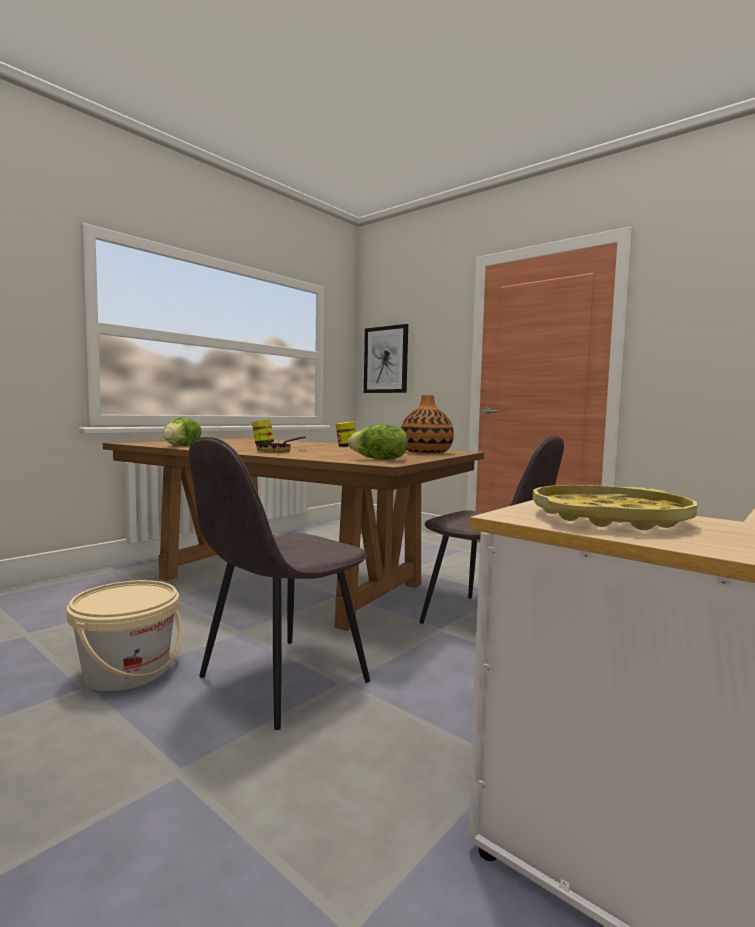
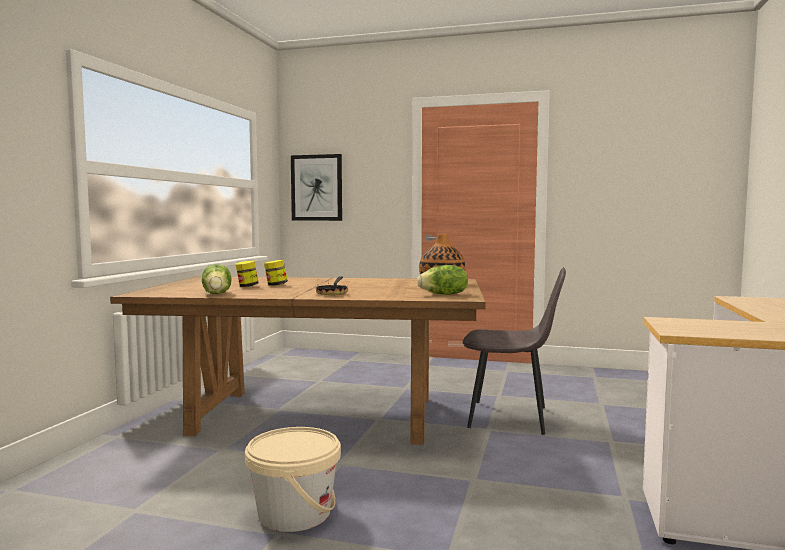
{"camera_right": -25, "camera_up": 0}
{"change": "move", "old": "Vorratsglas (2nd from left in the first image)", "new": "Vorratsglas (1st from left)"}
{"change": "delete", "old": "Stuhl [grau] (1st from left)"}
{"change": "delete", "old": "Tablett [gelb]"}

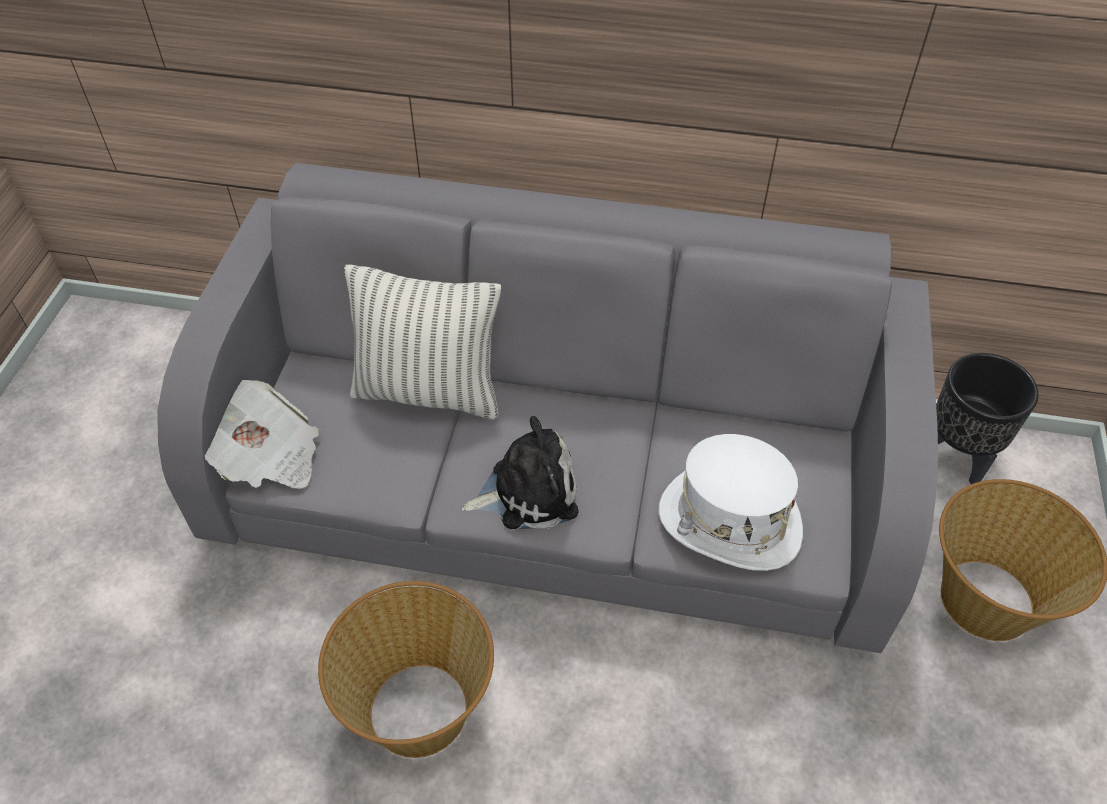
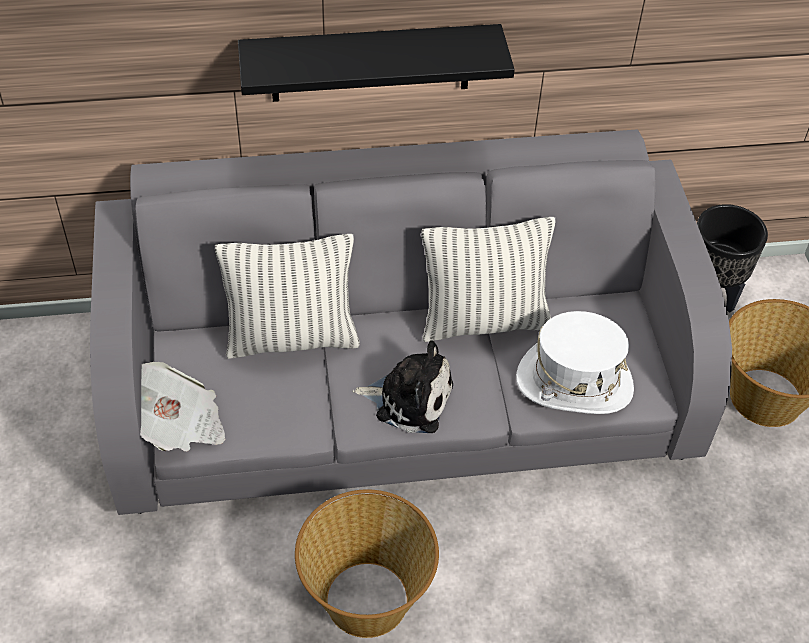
{"camera_right": -20, "camera_up": 0}
{"change": "rotate", "old": "Plüschtier", "degrees": 45}
{"change": "insert", "new": "Wandregal [schwarz]"}
{"change": "insert", "new": "Kissen (2nd from left)"}

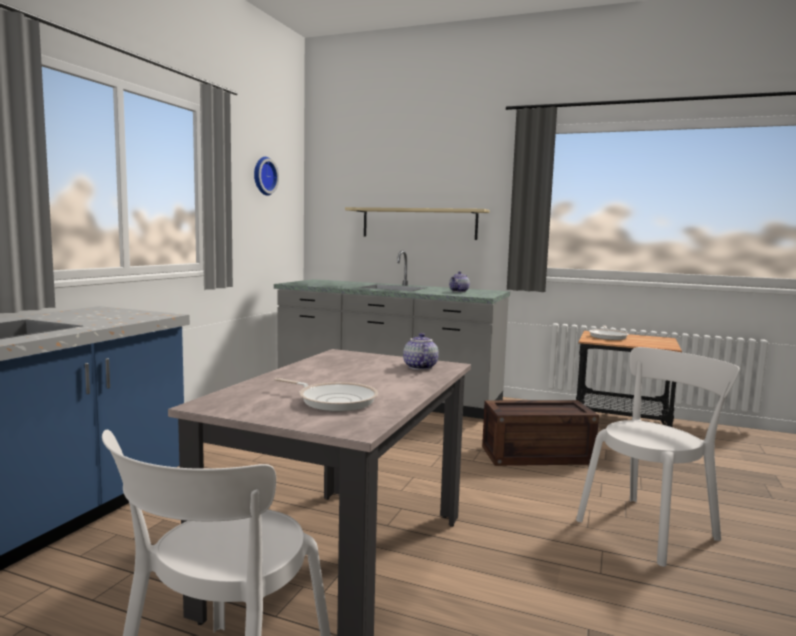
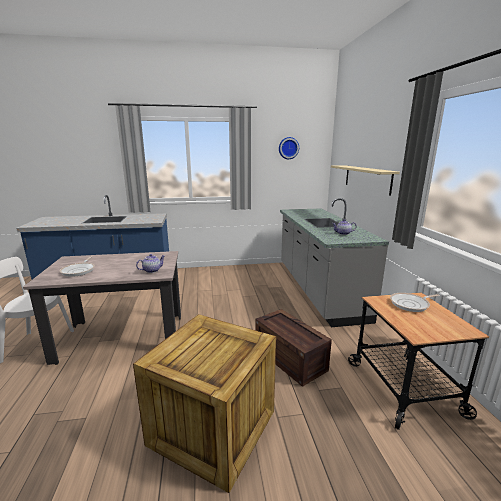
{"camera_right": 60, "camera_up": 10}
{"change": "replace", "old": "Stuhl [weiß] (2nd from left)", "new": "Kiste (1st from left)"}

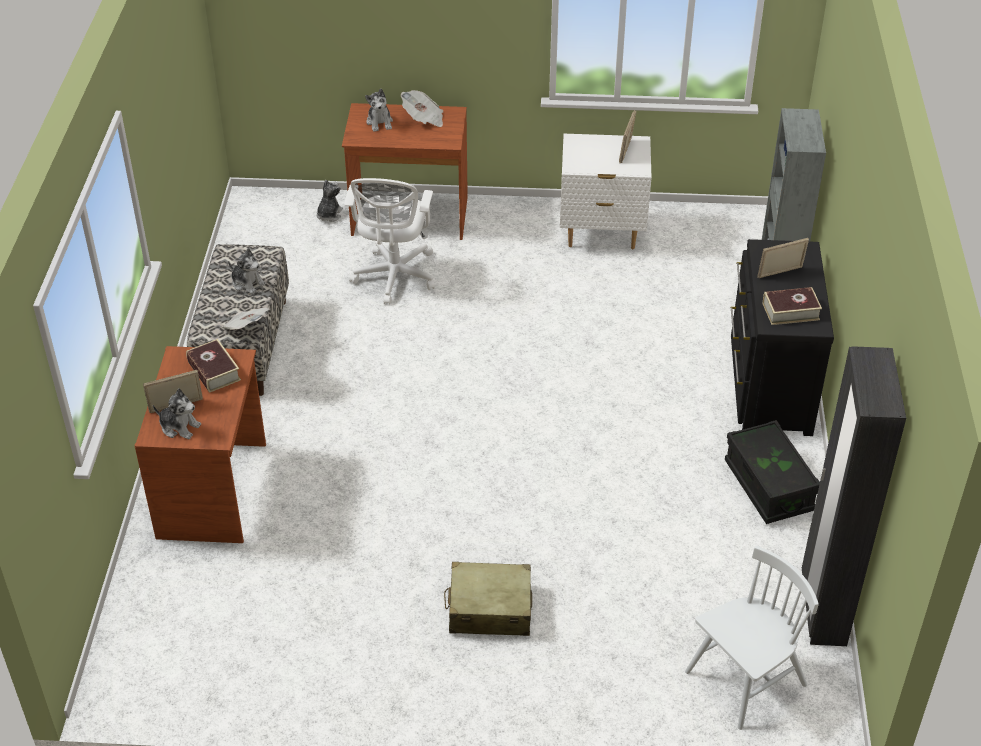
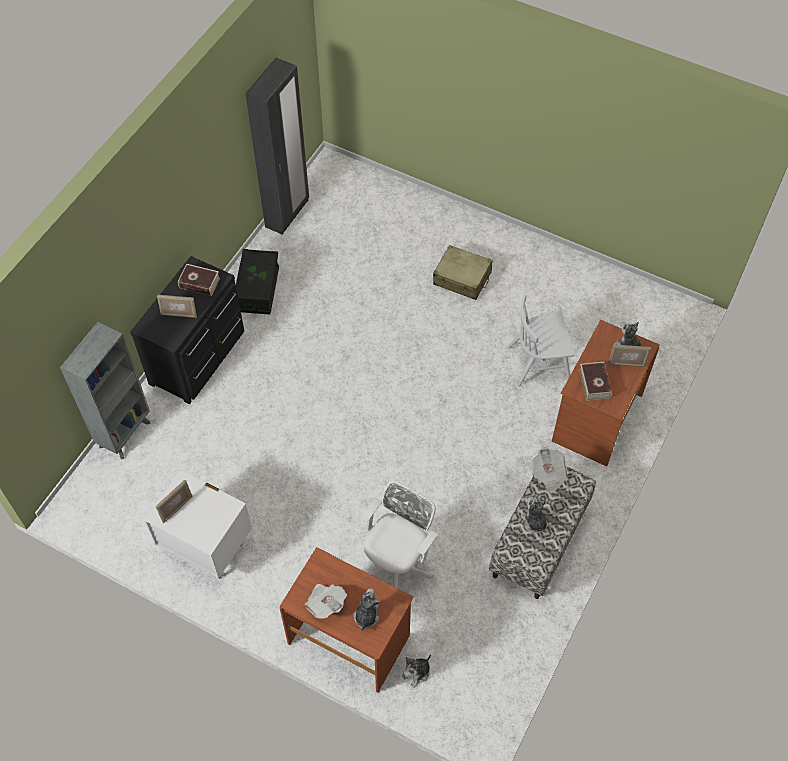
{"camera_right": -155, "camera_up": 15}
{"change": "move", "old": "Stuhl [weiß]"}

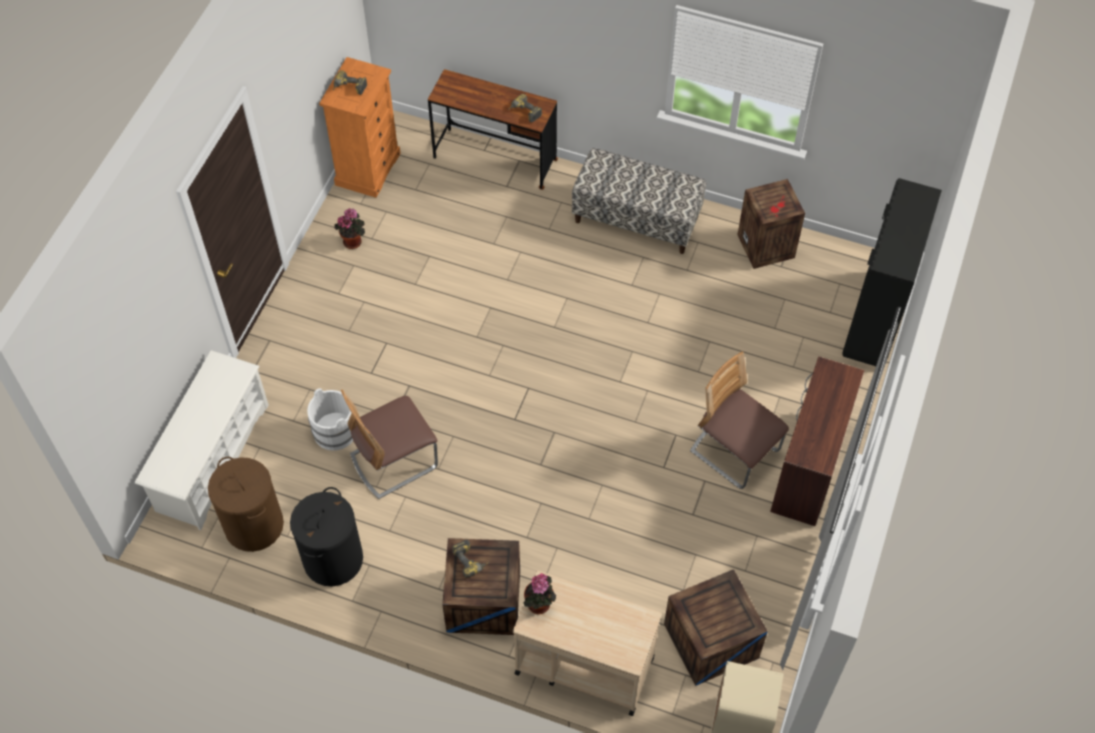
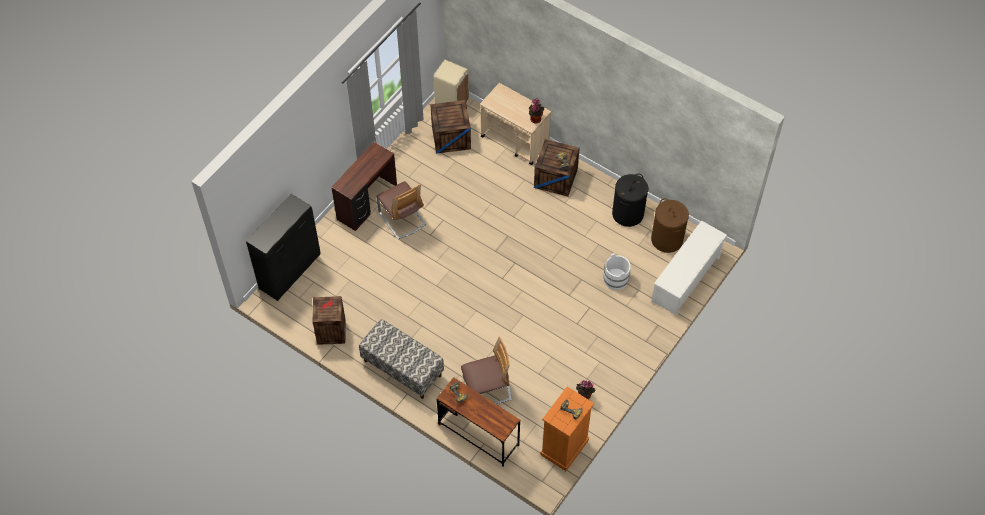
{"camera_right": -165, "camera_up": 0}
{"change": "move", "old": "Stuhl (1st from left in the first image)", "new": "Stuhl (2nd from left)"}

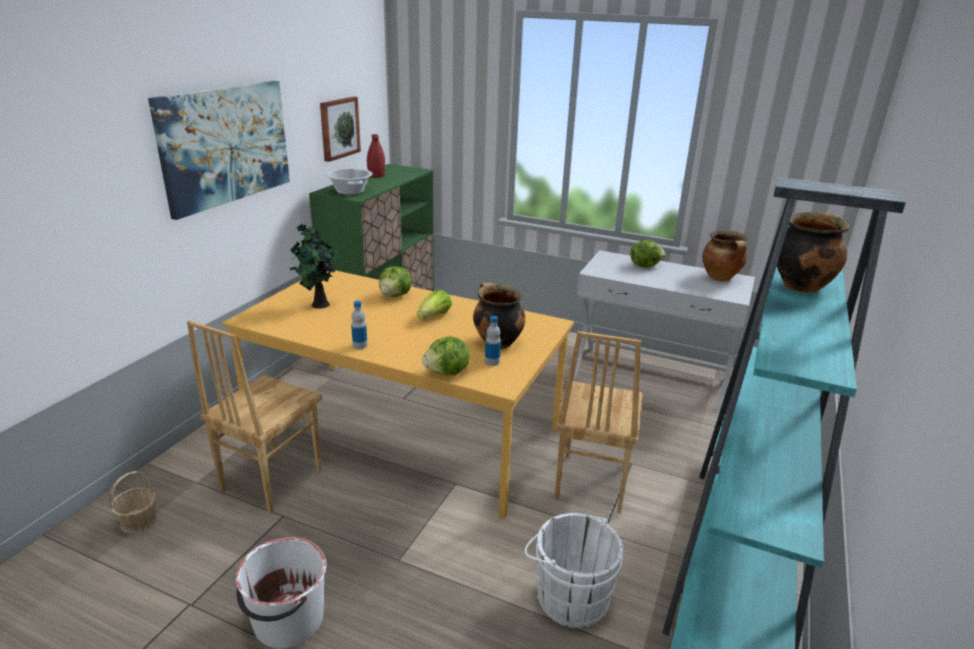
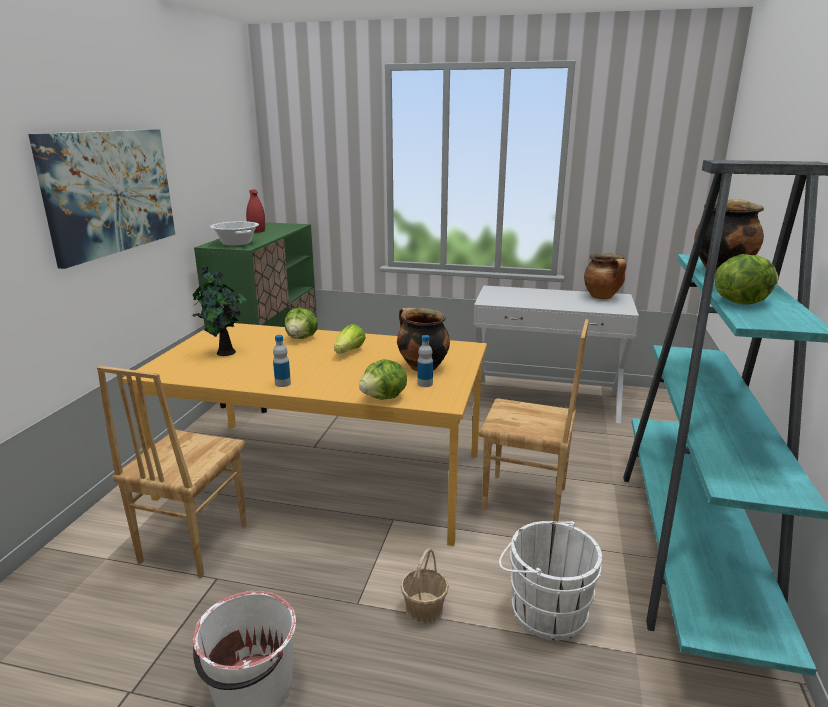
{"camera_right": -10, "camera_up": -5}
{"change": "delete", "old": "Bild (2nd from left)"}
{"change": "move", "old": "Salatkopf (4th from left)"}
{"change": "rotate", "old": "Stuhl [braun] (2nd from left)", "degrees": -75}
{"change": "move", "old": "Korb"}

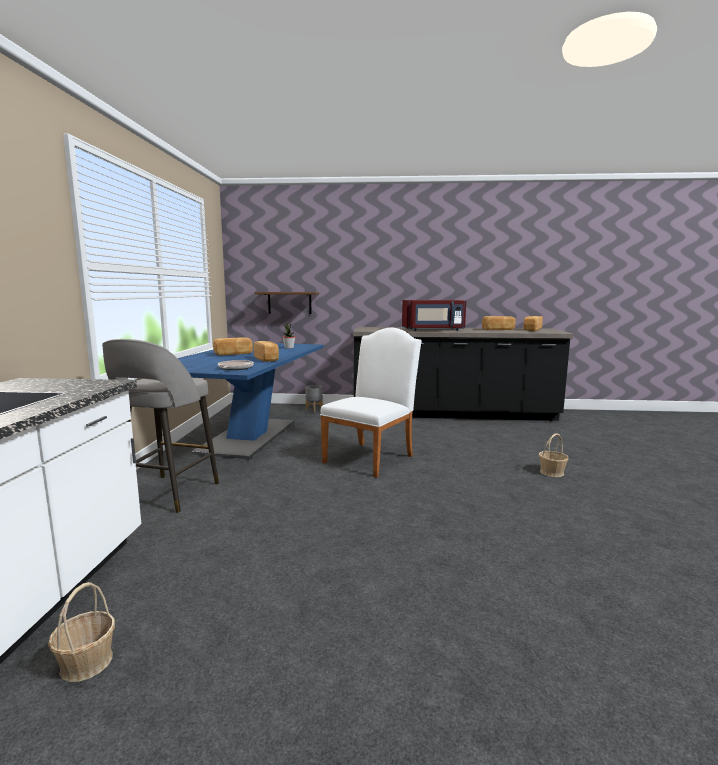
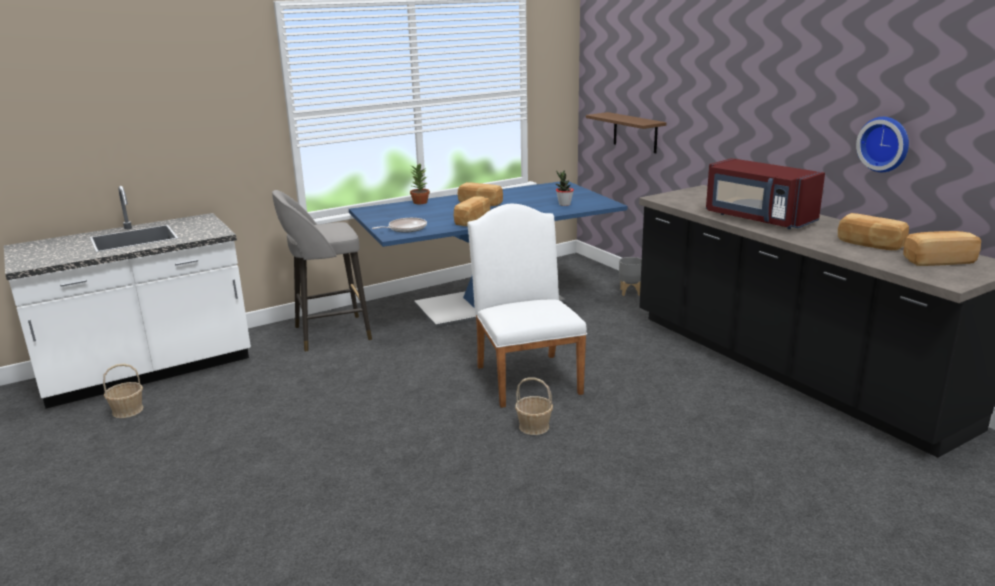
{"camera_right": 55, "camera_up": 10}
{"change": "rotate", "old": "Stuhl [weiß]", "degrees": -105}
{"change": "move", "old": "Korb (2nd from left)"}
{"change": "insert", "new": "Wanduhr"}
{"change": "insert", "new": "Topfpflanze (1st from left)"}

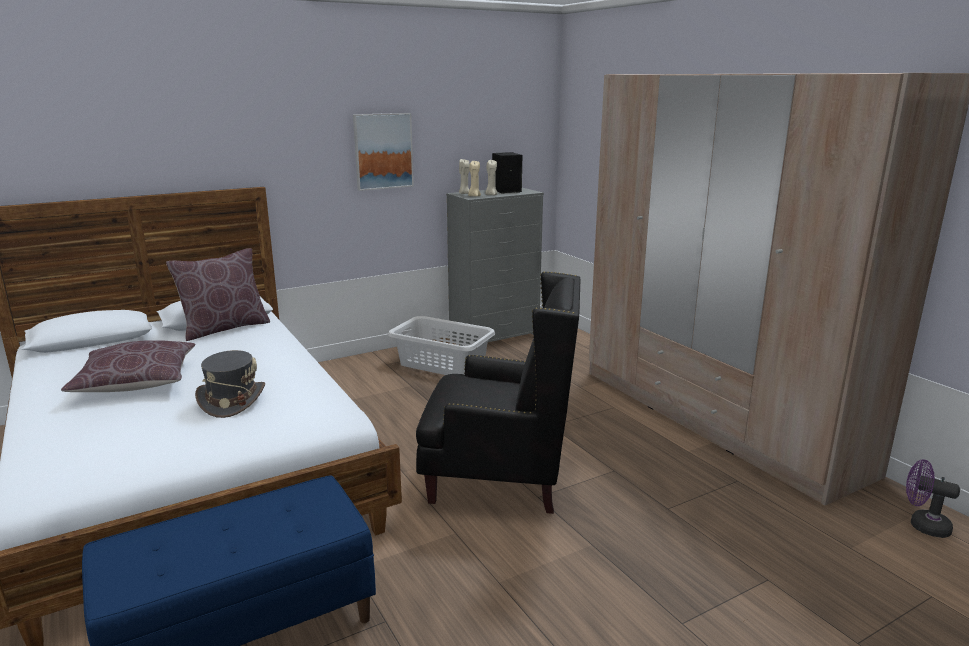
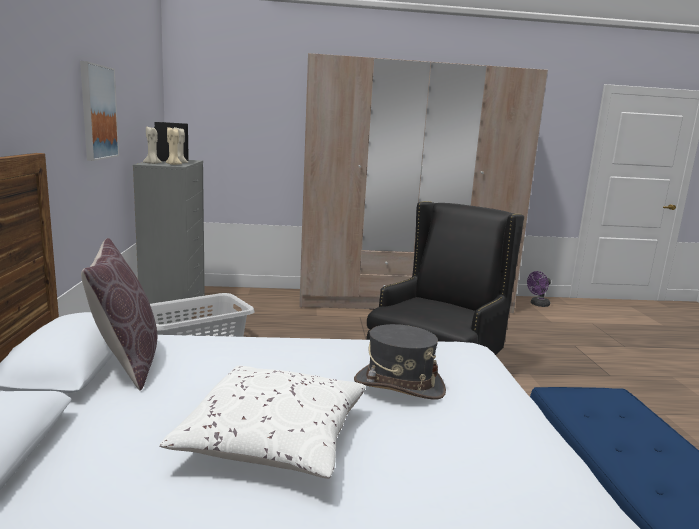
{"camera_right": -65, "camera_up": -5}
{"change": "recolor", "old": "Kissen [braun] (1st from left)", "new": "Kissen [weiß]"}

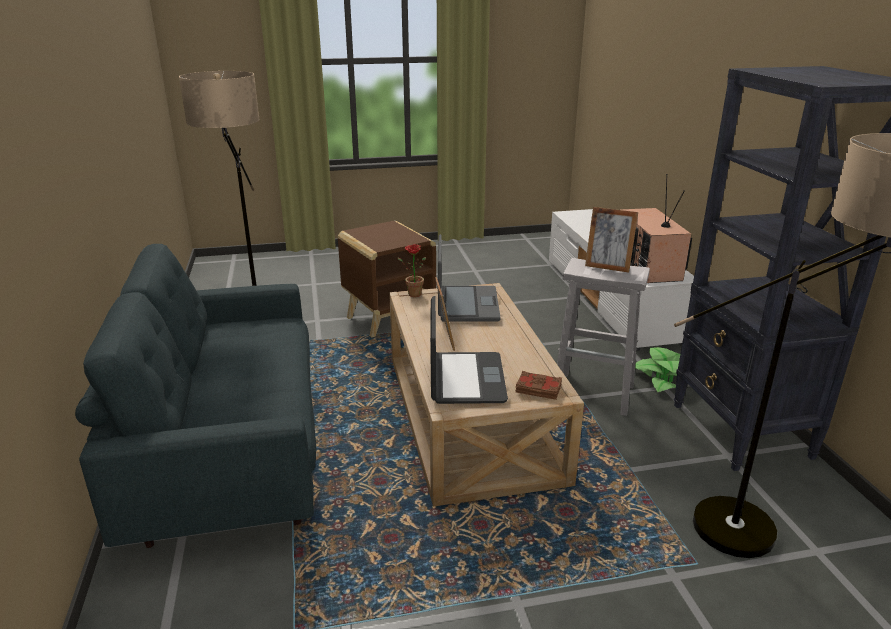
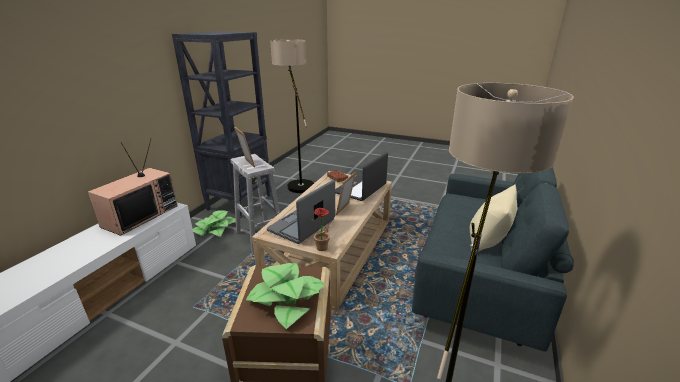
{"camera_right": -145, "camera_up": 0}
{"change": "insert", "new": "Kissen [beige]"}
{"change": "insert", "new": "Topfpflanze (2nd from left)"}

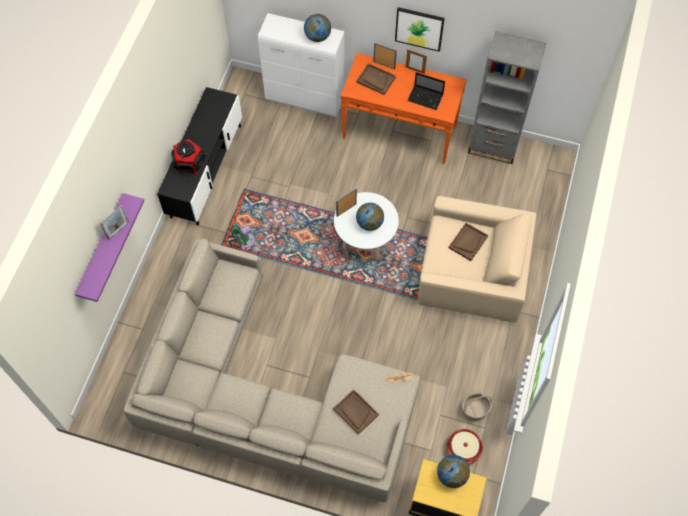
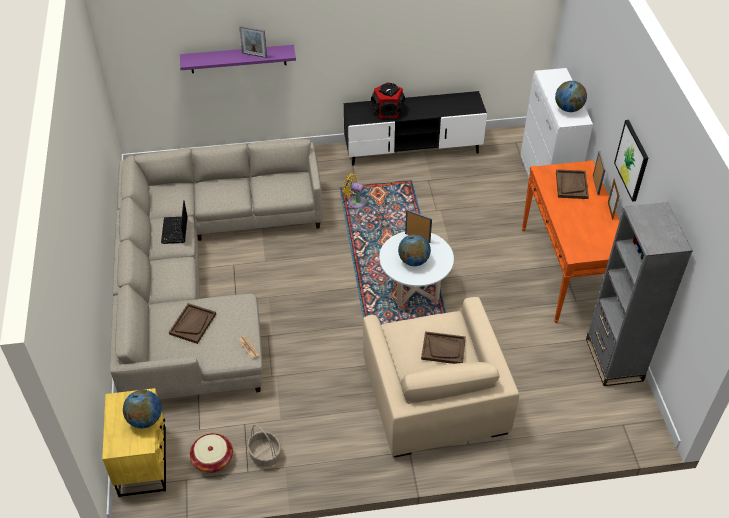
{"camera_right": 65, "camera_up": -15}
{"change": "move", "old": "Laptop"}
{"change": "recolor", "old": "Ventilator [grün]", "new": "Ventilator [gelb]"}

